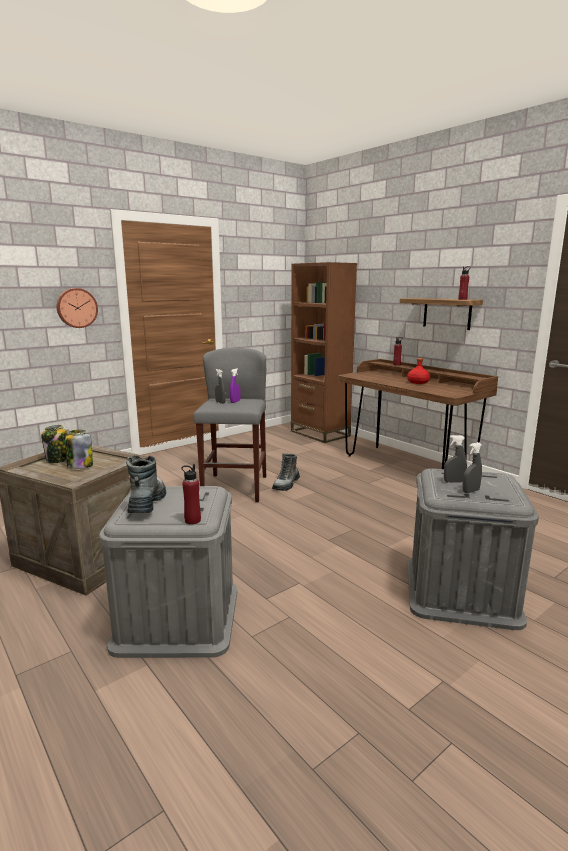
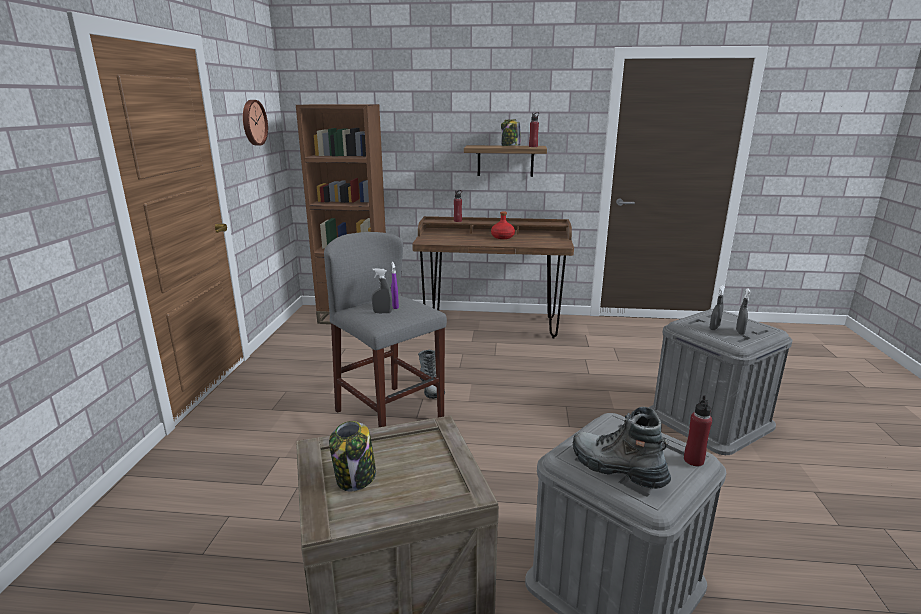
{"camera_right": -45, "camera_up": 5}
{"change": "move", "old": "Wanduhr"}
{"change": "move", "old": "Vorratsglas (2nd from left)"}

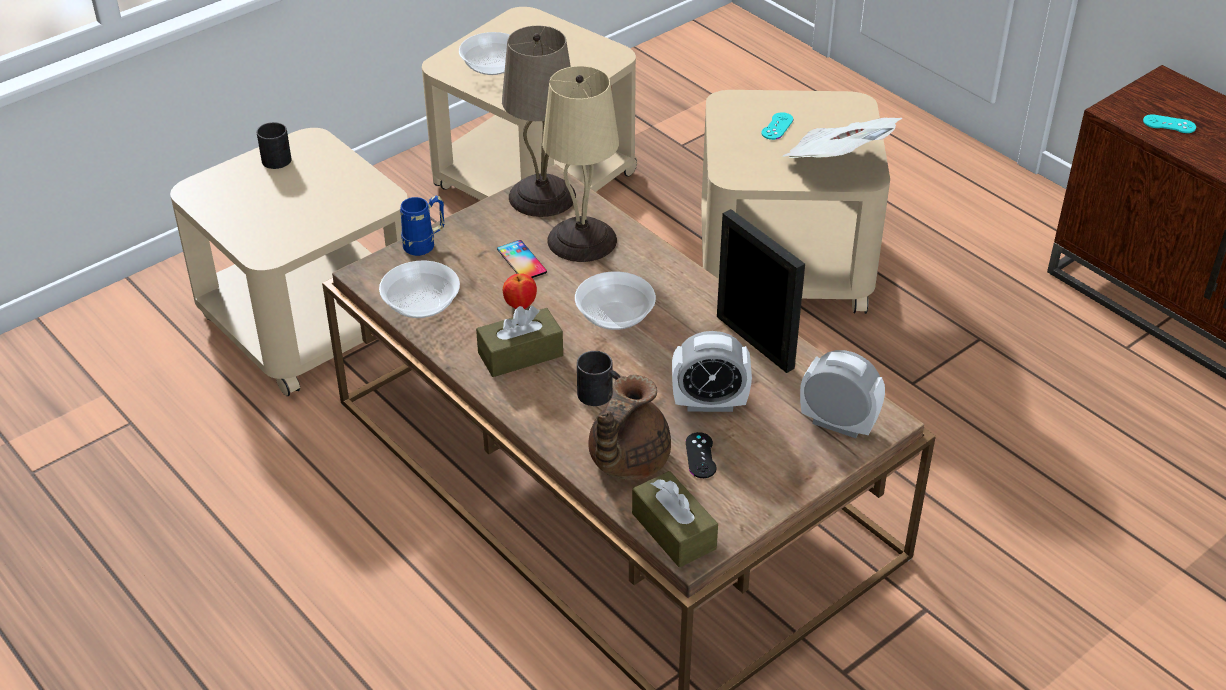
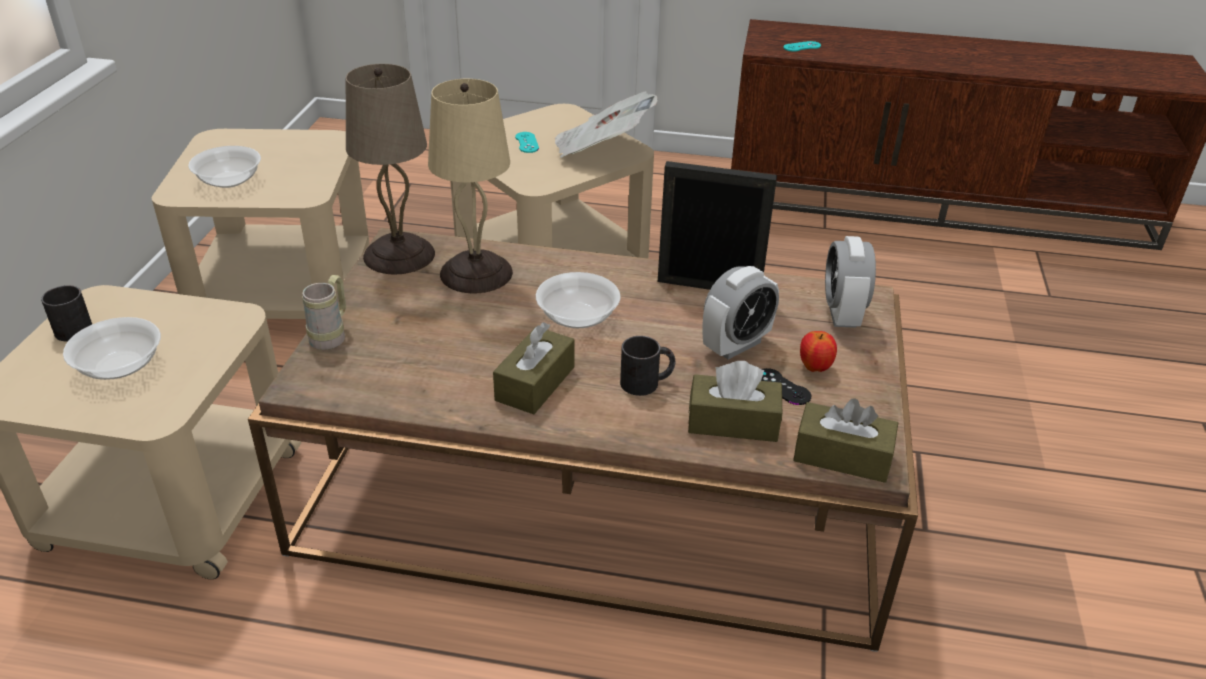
{"camera_right": -40, "camera_up": -5}
{"change": "recolor", "old": "Henkelbecher [blau]", "new": "Henkelbecher [beige]"}
{"change": "delete", "old": "Handy"}
{"change": "move", "old": "Schüssel (1st from left)"}
{"change": "move", "old": "Apfel"}
{"change": "rotate", "old": "Wecker (2nd from left)", "degrees": -75}
{"change": "replace", "old": "Teekanne [braun]", "new": "Taschentuchbox [braun] (2nd from left)"}

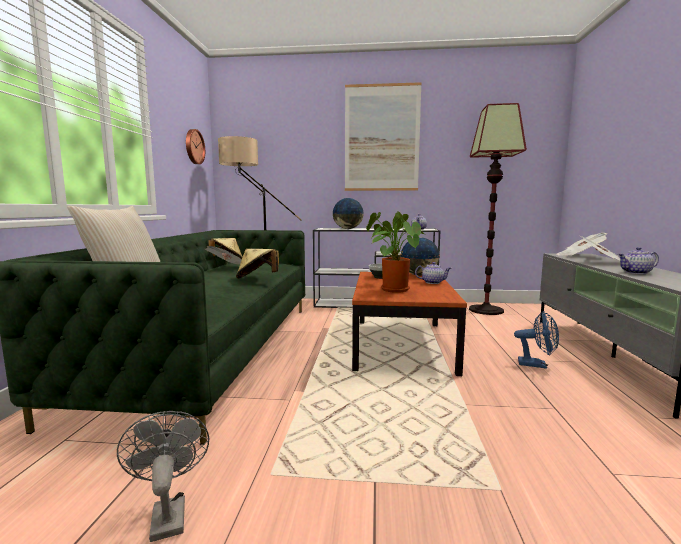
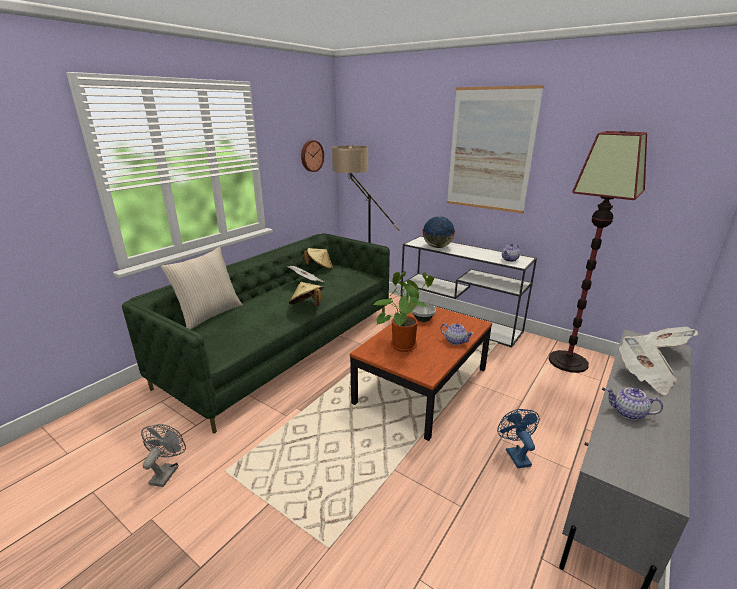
{"camera_right": 30, "camera_up": 15}
{"change": "delete", "old": "Globus (2nd from left)"}
{"change": "rotate", "old": "Ventilator [blau]", "degrees": -150}

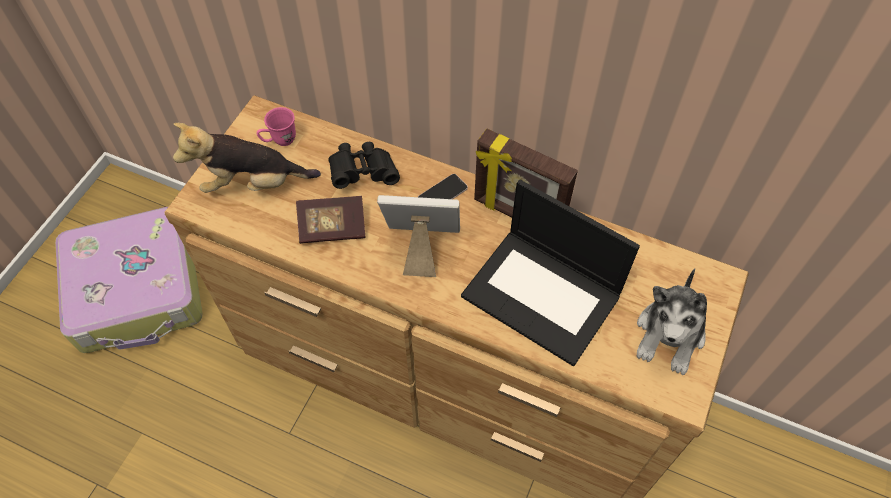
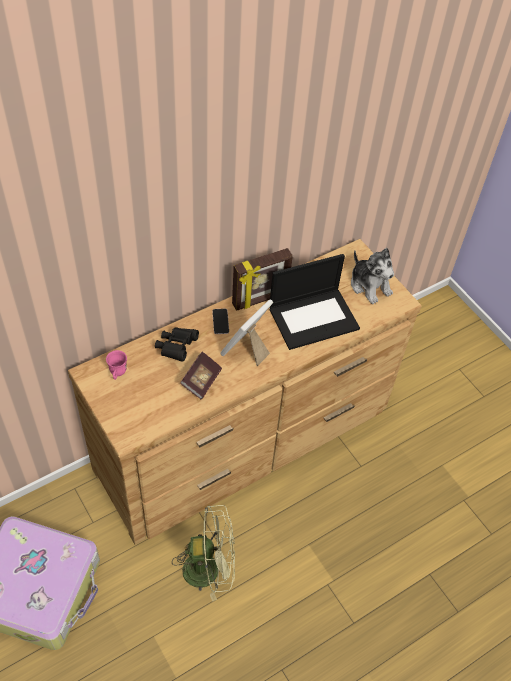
{"camera_right": -60, "camera_up": -5}
{"change": "delete", "old": "Plüschtier (1st from left)"}
{"change": "insert", "new": "Ventilator [grün]"}

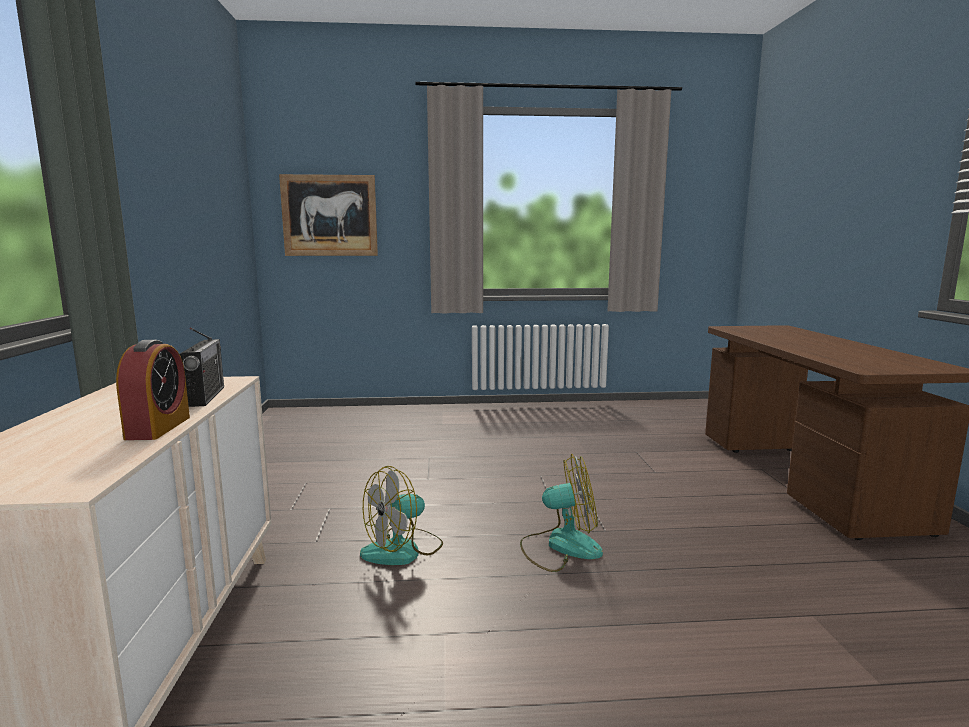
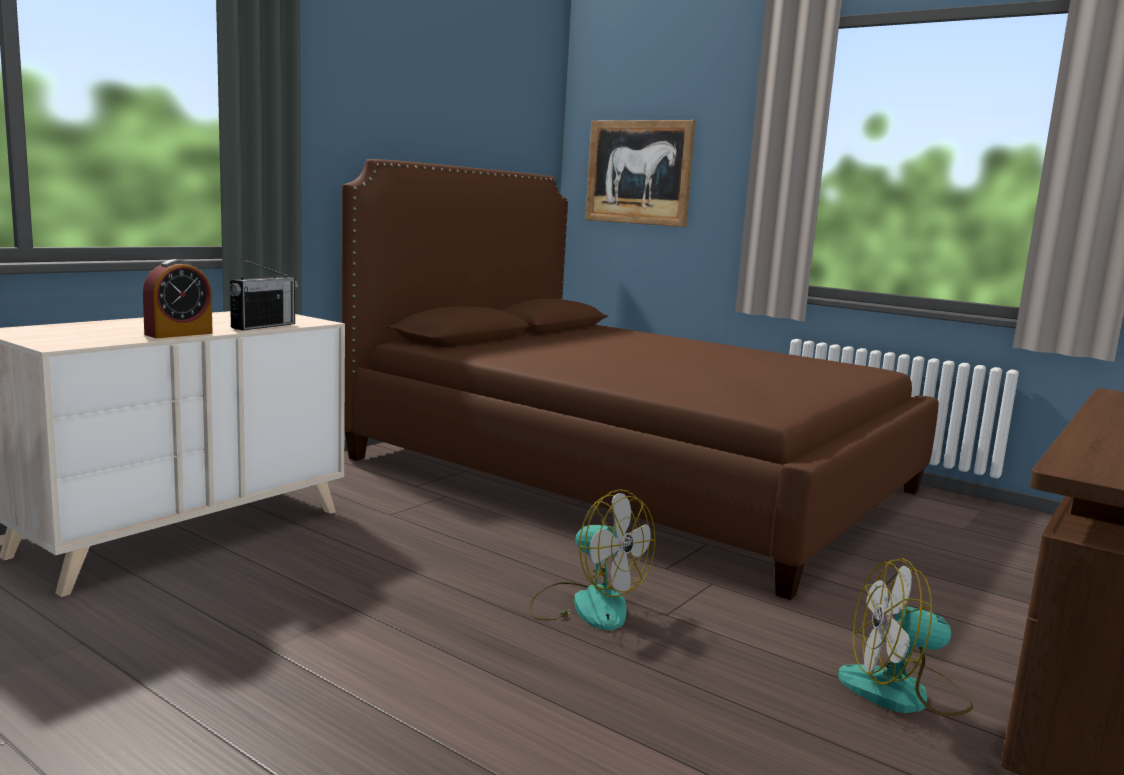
{"camera_right": 40, "camera_up": 0}
{"change": "move", "old": "Ventilator (1st from left in the first image)", "new": "Ventilator (2nd from left)"}
{"change": "insert", "new": "Bett [braun]"}

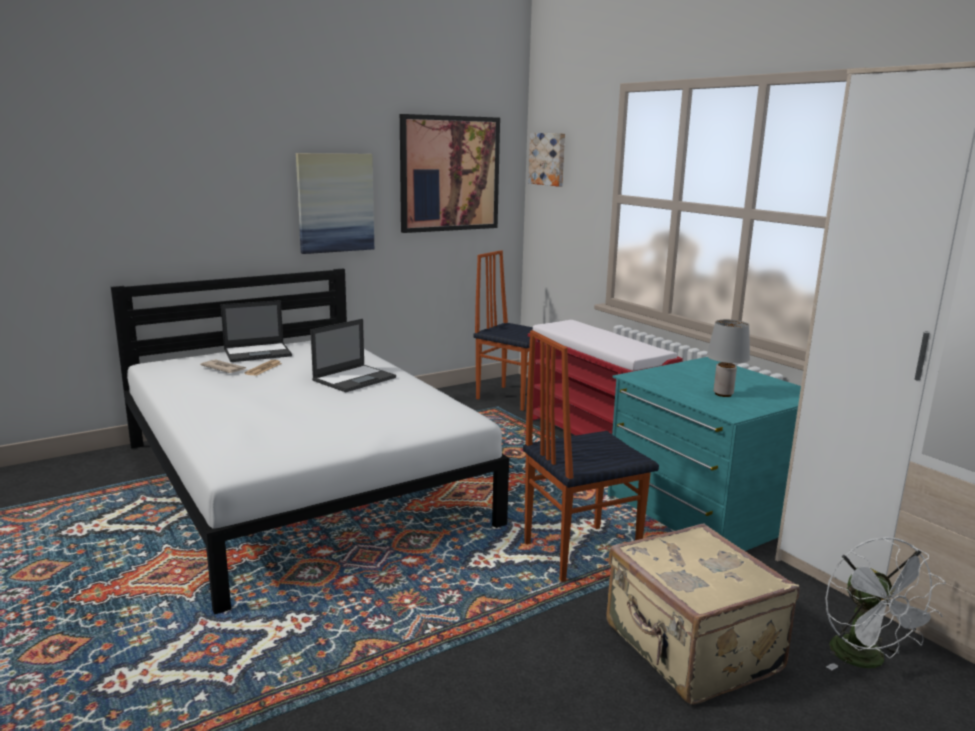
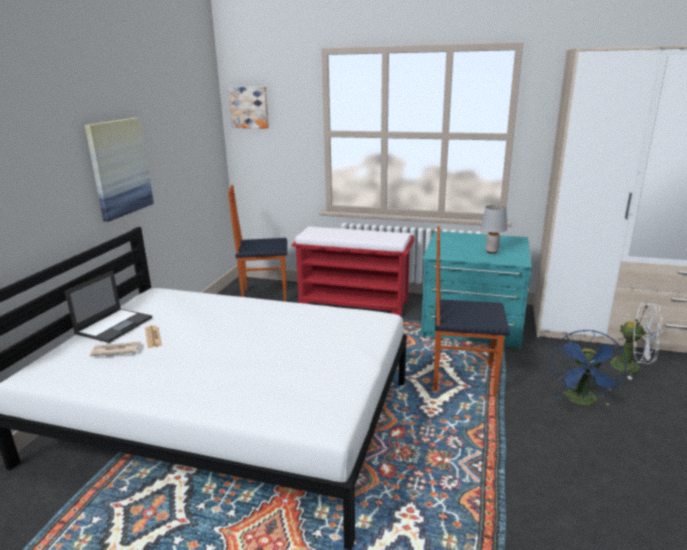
{"camera_right": -40, "camera_up": 5}
{"change": "delete", "old": "Bild (2nd from left)"}
{"change": "delete", "old": "Laptop (2nd from left)"}
{"change": "rotate", "old": "Stuhl (2nd from left)", "degrees": 75}
{"change": "replace", "old": "Koffer [beige]", "new": "Ventilator [blau]"}

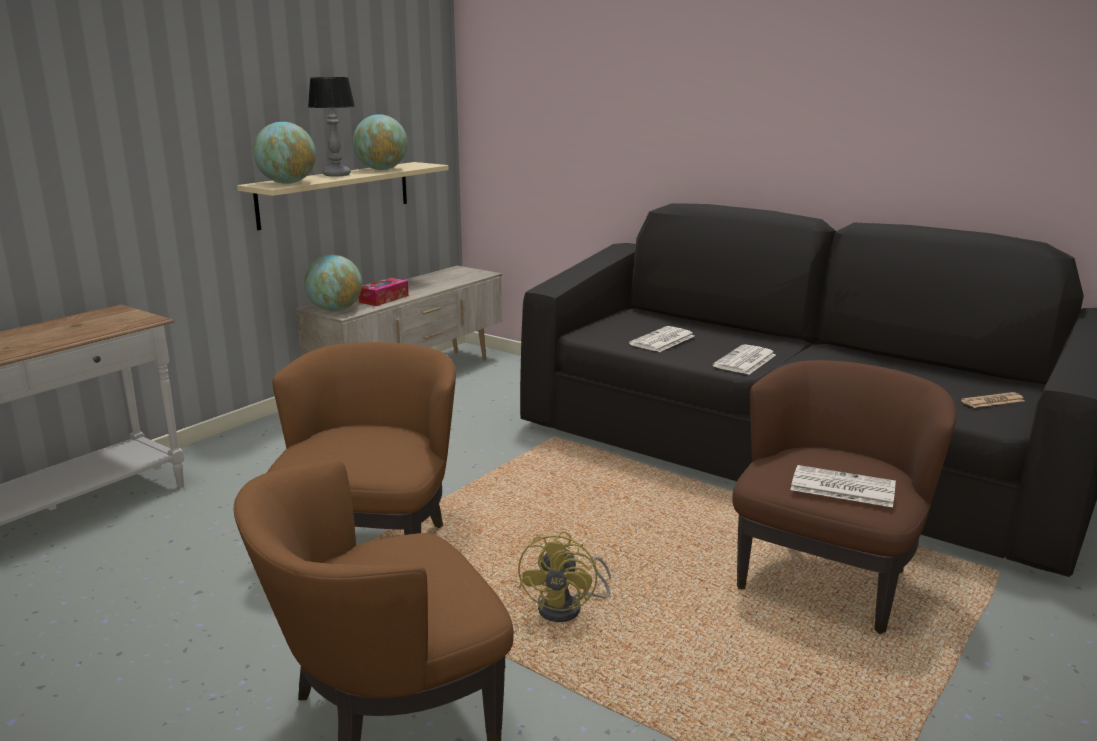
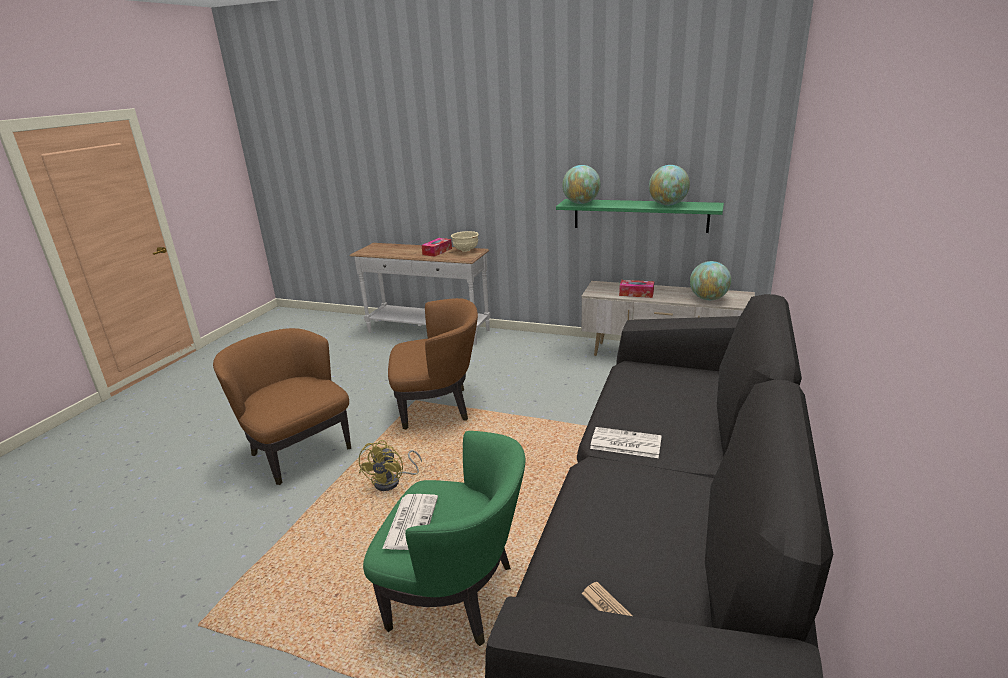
{"camera_right": 75, "camera_up": 5}
{"change": "delete", "old": "Tischlampe"}
{"change": "recolor", "old": "Wandregal [beige]", "new": "Wandregal [grün]"}
{"change": "move", "old": "Globus (2nd from left in the first image)", "new": "Globus (3rd from left)"}
{"change": "delete", "old": "Zeitung (1st from left)"}
{"change": "recolor", "old": "Sessel [braun] (3rd from left)", "new": "Sessel [grün]"}
{"change": "rotate", "old": "Ventilator [gelb]", "degrees": -75}
{"change": "insert", "new": "Schüssel [beige]"}
{"change": "insert", "new": "Taschentuchbox (1st from left)"}

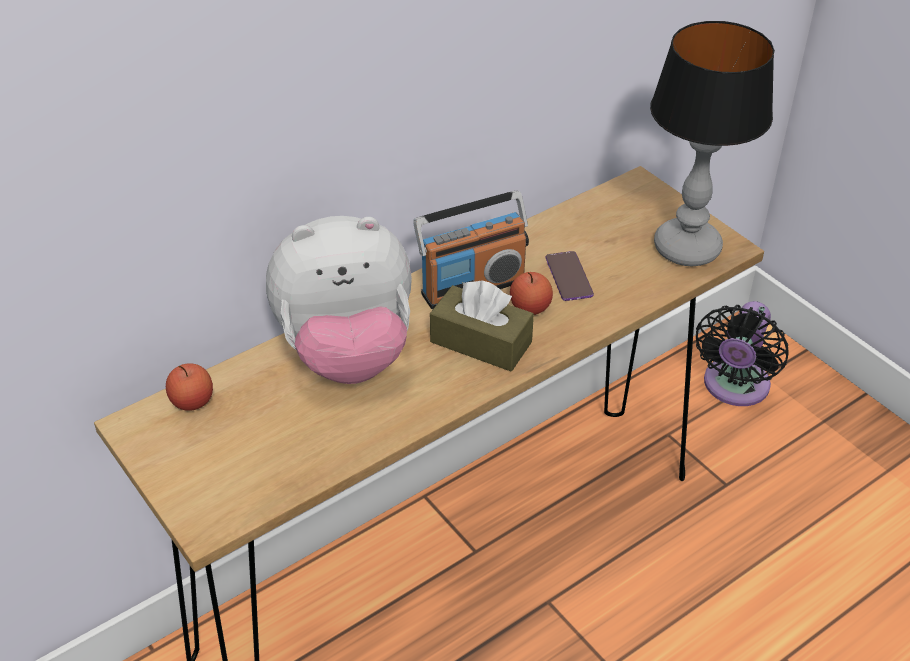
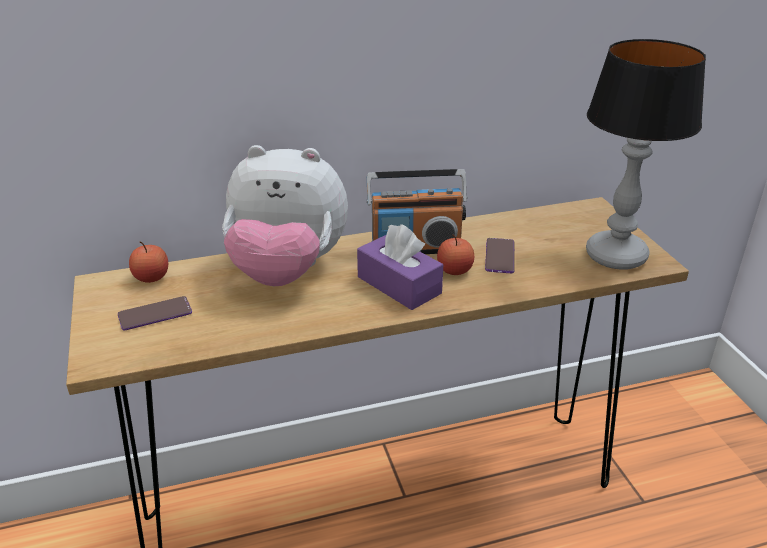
{"camera_right": 20, "camera_up": -10}
{"change": "recolor", "old": "Taschentuchbox [braun]", "new": "Taschentuchbox [lila]"}
{"change": "delete", "old": "Ventilator [schwarz]"}
{"change": "insert", "new": "Handy (1st from left)"}

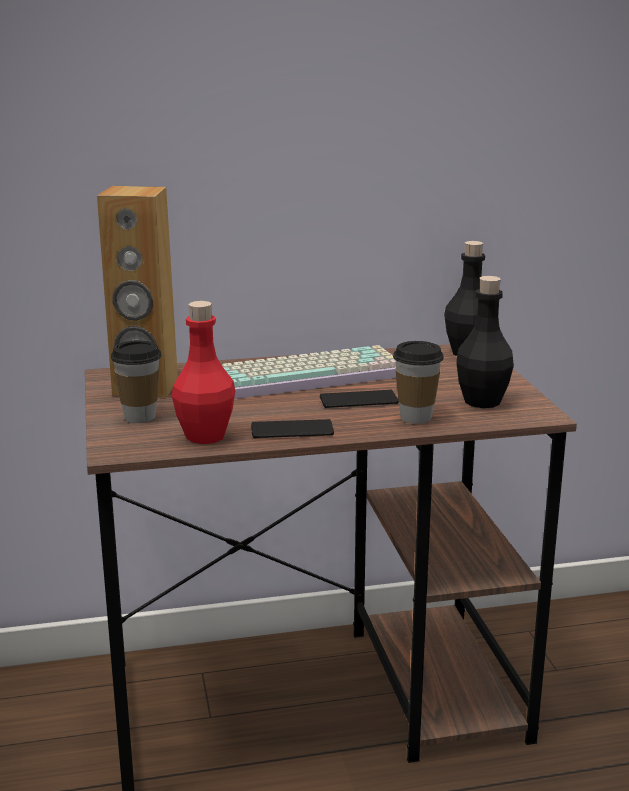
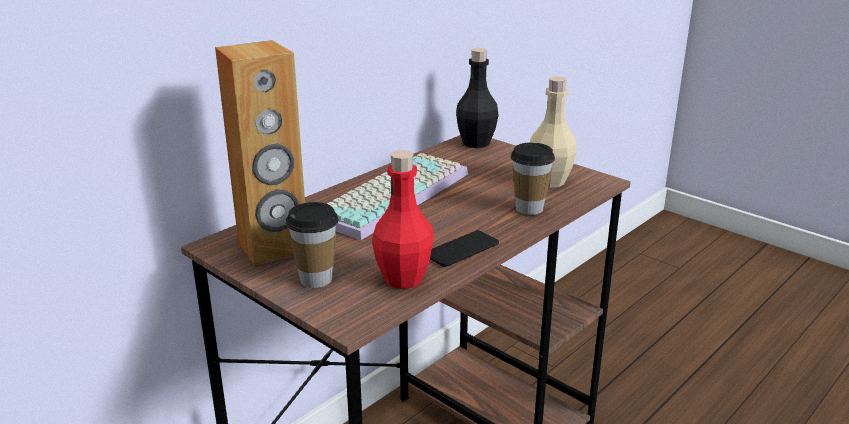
{"camera_right": -35, "camera_up": 5}
{"change": "recolor", "old": "Flasche [schwarz] (2nd from left)", "new": "Flasche [beige]"}
{"change": "delete", "old": "Handy (2nd from left)"}

